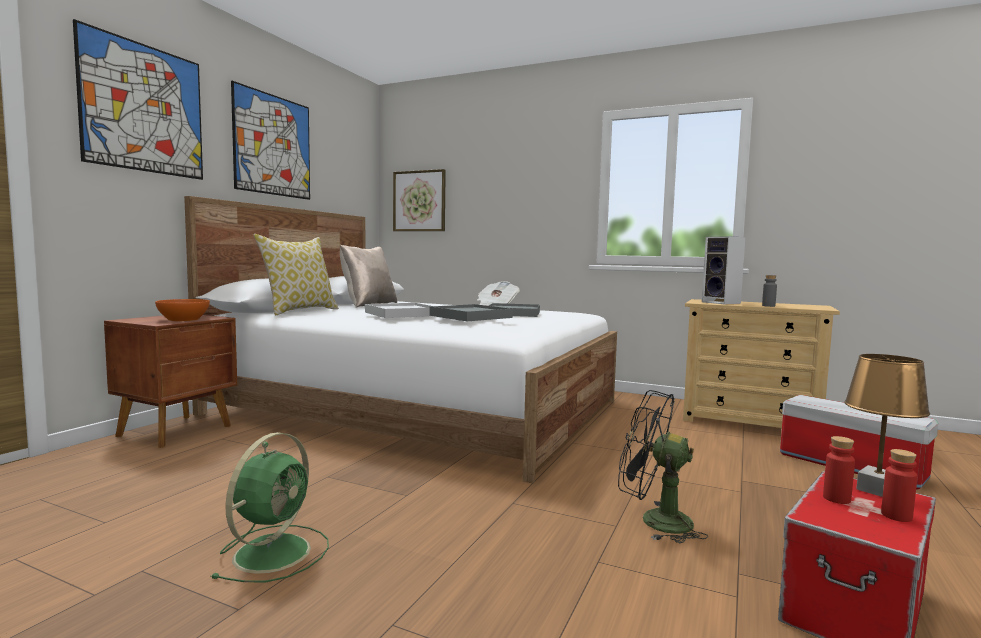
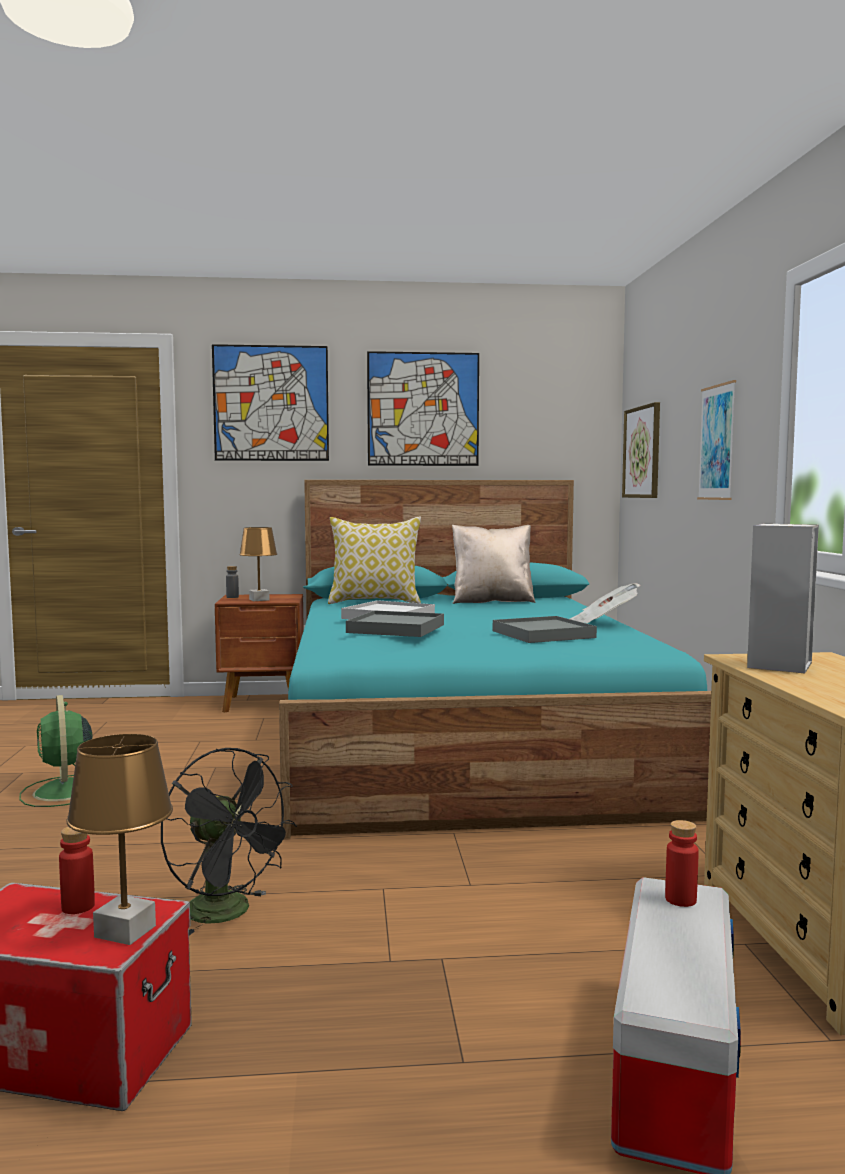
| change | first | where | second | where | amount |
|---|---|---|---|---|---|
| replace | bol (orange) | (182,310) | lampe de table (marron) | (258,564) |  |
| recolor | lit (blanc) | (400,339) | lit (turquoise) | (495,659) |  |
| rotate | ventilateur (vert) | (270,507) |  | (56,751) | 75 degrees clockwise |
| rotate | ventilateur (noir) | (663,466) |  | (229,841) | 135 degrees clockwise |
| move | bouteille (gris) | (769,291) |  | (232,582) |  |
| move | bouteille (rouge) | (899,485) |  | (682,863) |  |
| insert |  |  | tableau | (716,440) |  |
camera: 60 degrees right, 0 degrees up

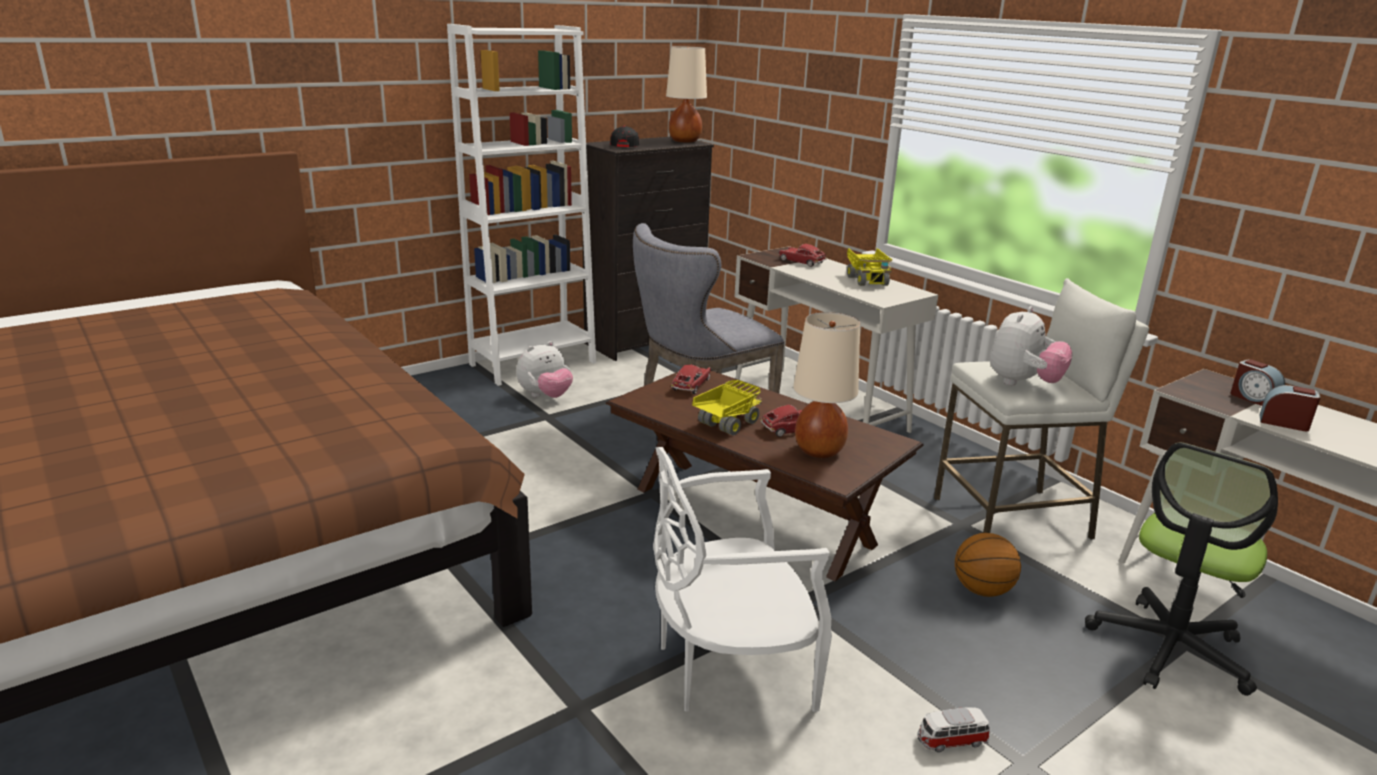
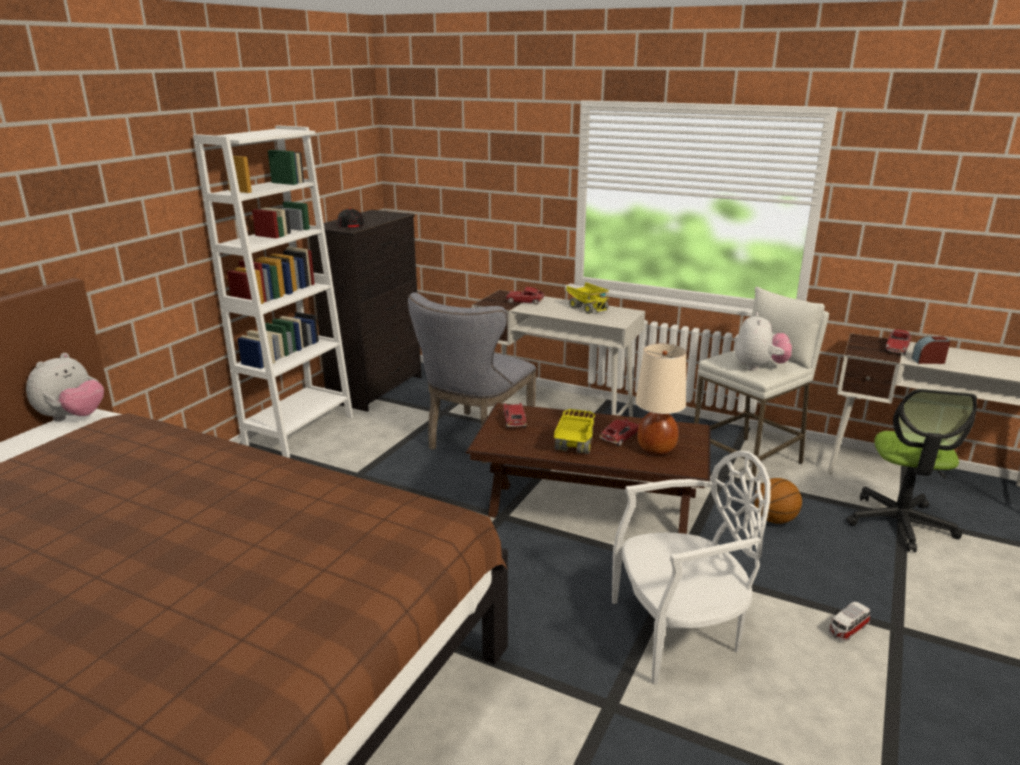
| change | first | where | second | where | amount |
|---|---|---|---|---|---|
| move | peluche | (544,369) |  | (65,387) |  |
| rotate | chaise (blanc) | (742,579) |  | (691,568) | 150 degrees counterclockwise |
| delete | lampe de table (beige) | (686,94) |  |  |  |
| replace | réveil | (1257,383) | petite voiture | (898,342) |  |
camera: 25 degrees left, 0 degrees up

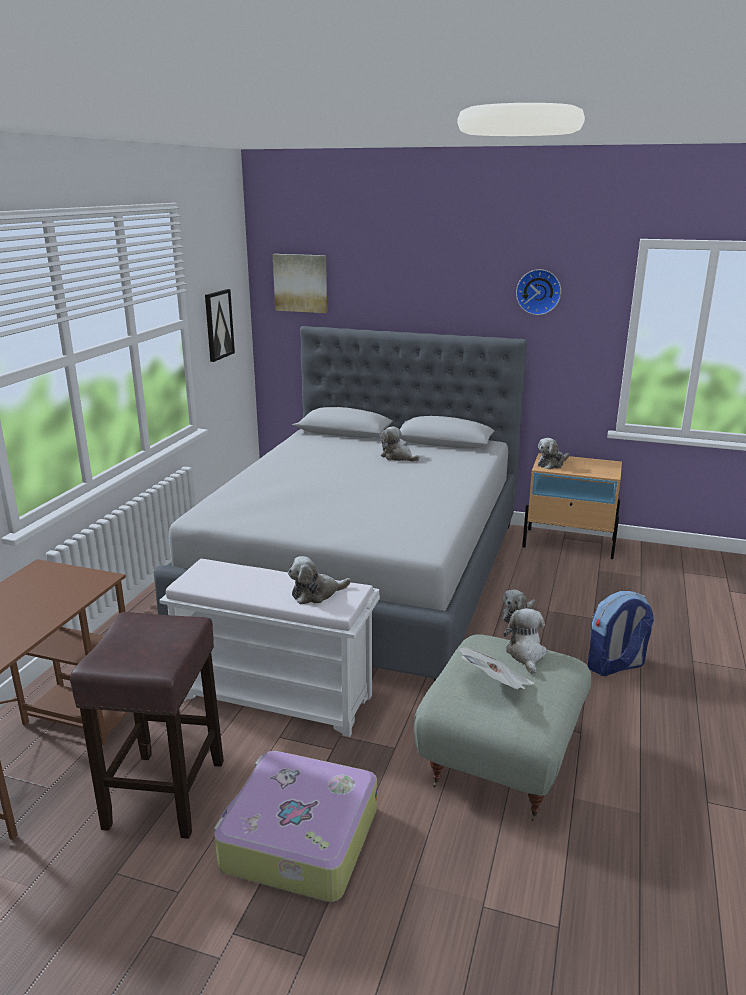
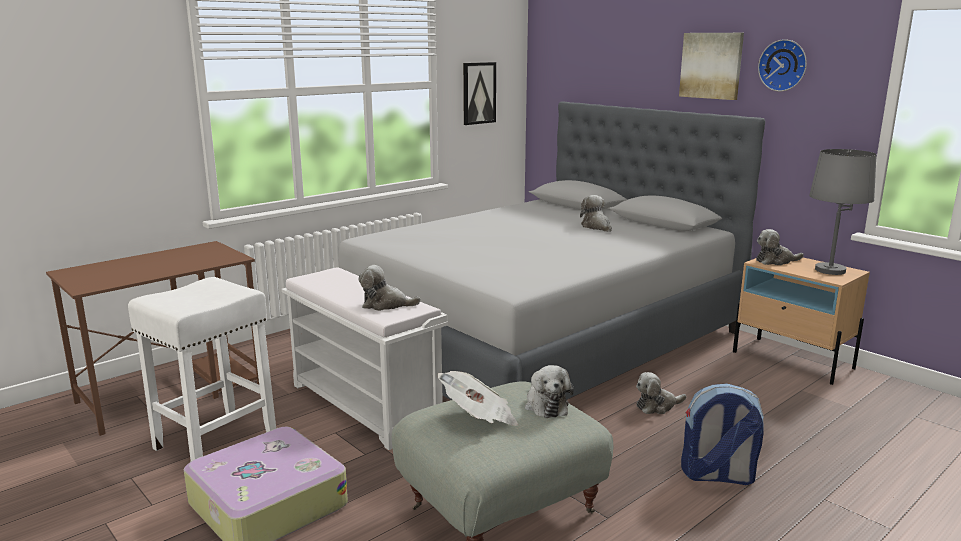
| change | first | where | second | where | amount |
|---|---|---|---|---|---|
| recolor | tabouret (marron) | (147,725) | tabouret (blanc) | (202,368) |  |
| move | tableau | (300,283) |  | (711,66) |  |
| rotate | peluche | (525,641) |  | (549,391) | 135 degrees clockwise |
| insert |  |  | lampe de table (gris) | (843,212) |  |
camera: 30 degrees right, 5 degrees down

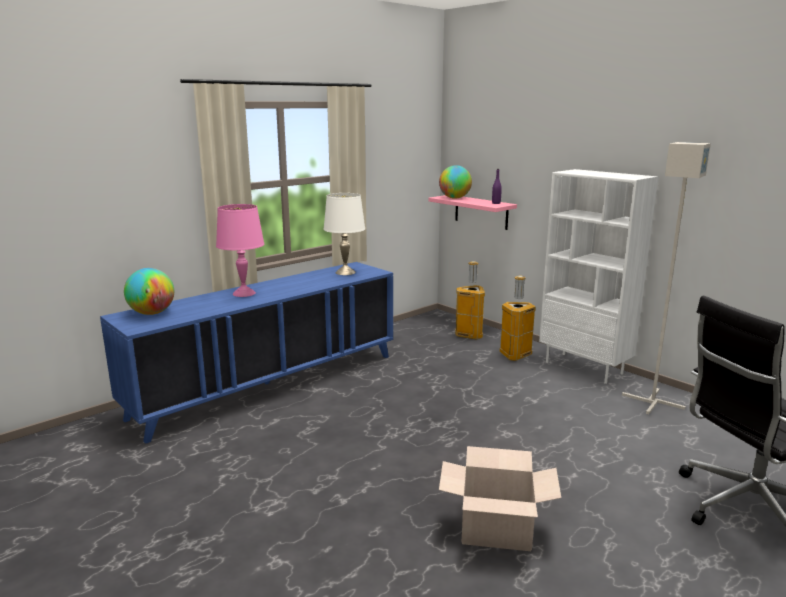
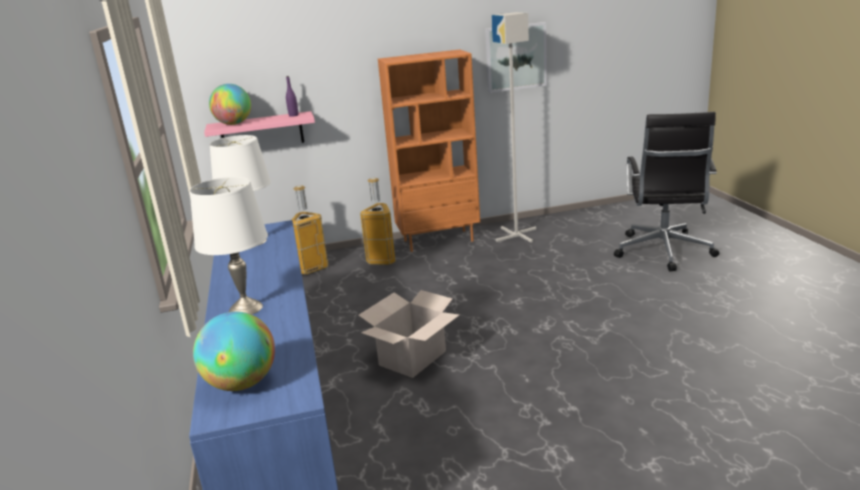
| change | first | where | second | where | amount |
|---|---|---|---|---|---|
| recolor | lampe de table (rose) | (240,250) | lampe de table (blanc) | (229,246) |  |
| move | carton | (500,498) |  | (408,334) |  |
| recolor | bibliothèque (blanc) | (599,276) | bibliothèque (orange) | (429,150) |  |
| insert |  |  | tableau | (516,57) |  |
camera: 60 degrees left, 5 degrees up

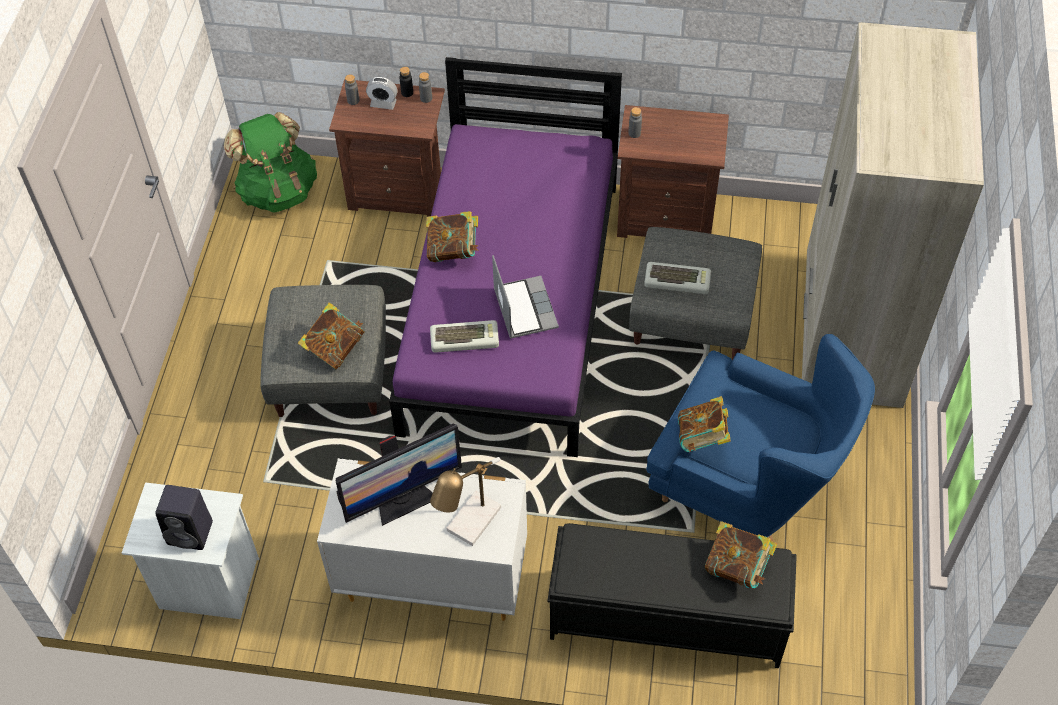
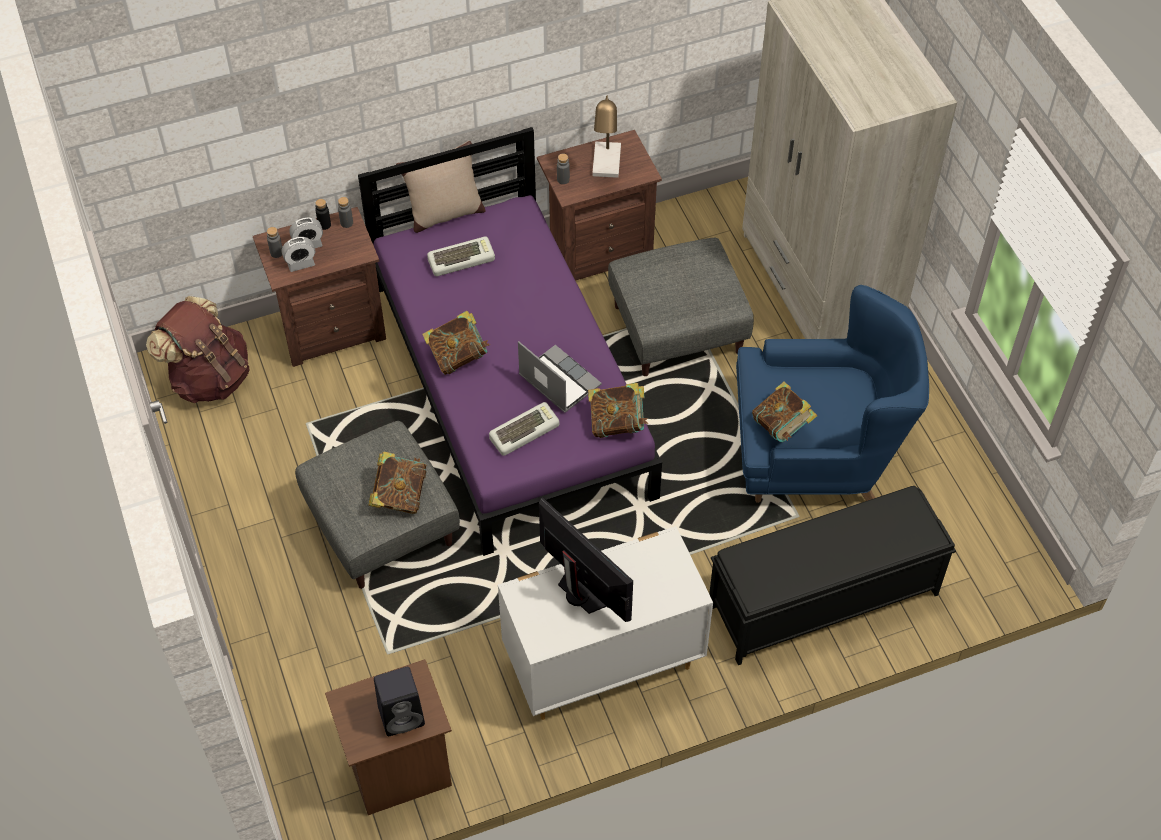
| change | first | where | second | where | amount |
|---|---|---|---|---|---|
| recolor | table de chevet (blanc) | (190,550) | table de chevet (marron) | (388,737) |  |
| recolor | sac à dos (vert) | (270,162) | sac à dos (marron) | (197,350) |  |
| rotate | écran d'ordinateur | (399,475) |  | (586,559) | 75 degrees counterclockwise |
| move | lampe de table | (465,501) |  | (606,137) |  |
| move | clavier | (677,278) |  | (461,256) |  |
| move | livre | (741,554) |  | (618,410) |  |
| insert |  |  | réveil | (298,254) |  |
| insert |  |  | coussin (beige) | (441,187) |  |
camera: 30 degrees left, 0 degrees up

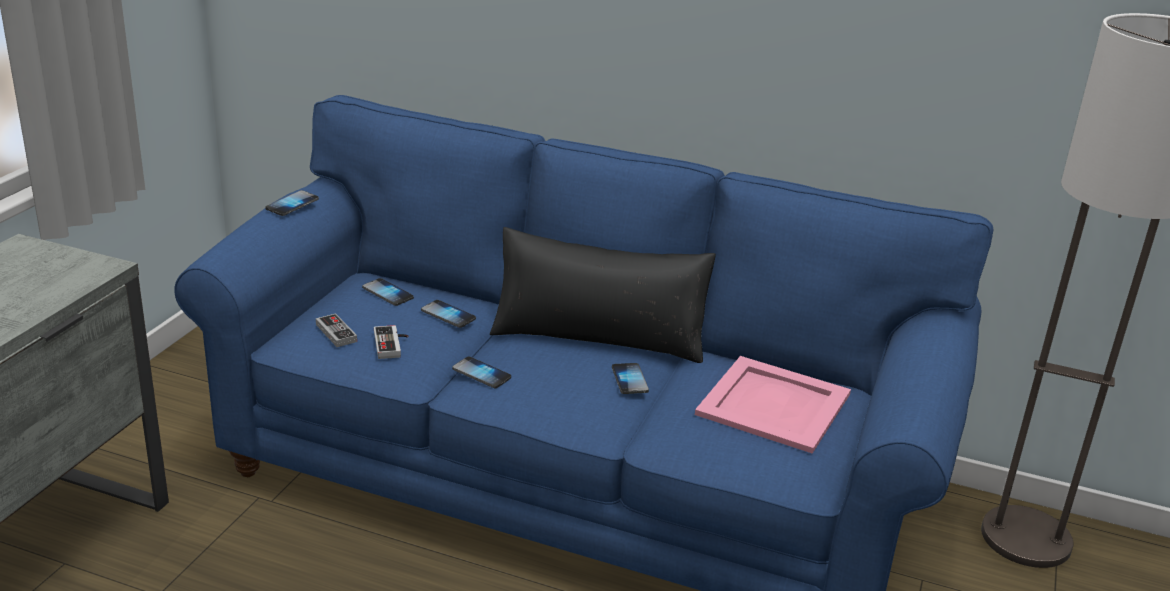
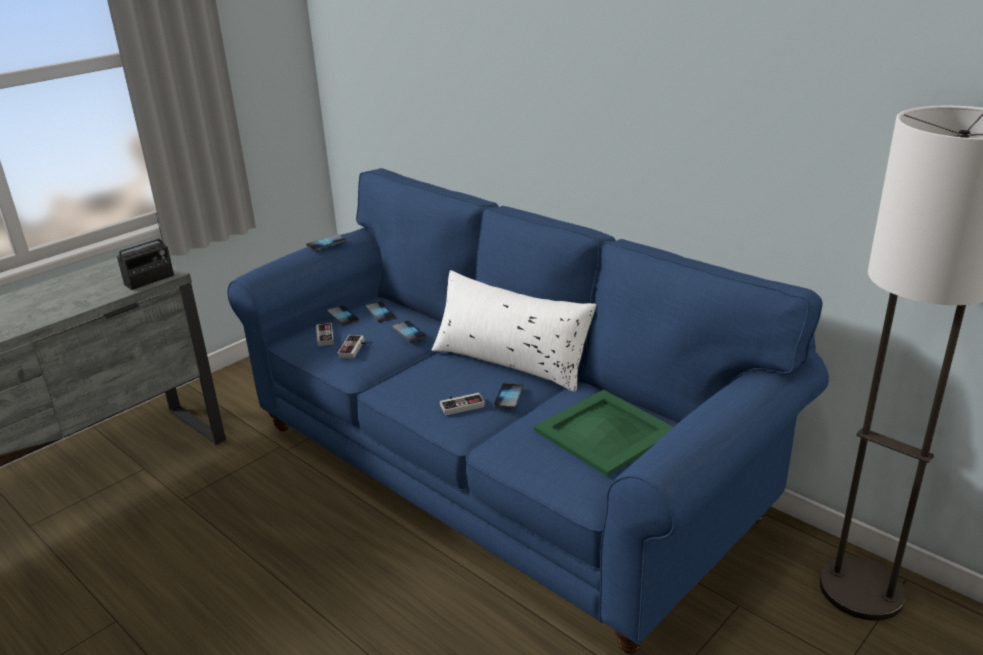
| change | first | where | second | where | amount |
|---|---|---|---|---|---|
| move | téléphone | (481,372) |  | (343,315) |  |
| recolor | coussin (noir) | (603,295) | coussin (blanc) | (514,330) |  |
| recolor | plateau (rose) | (773,405) | plateau (vert) | (603,433) |  |
| insert |  |  | radio | (145,251) |  |
| insert |  |  | manette | (462,404) |  |
camera: 25 degrees right, 0 degrees up

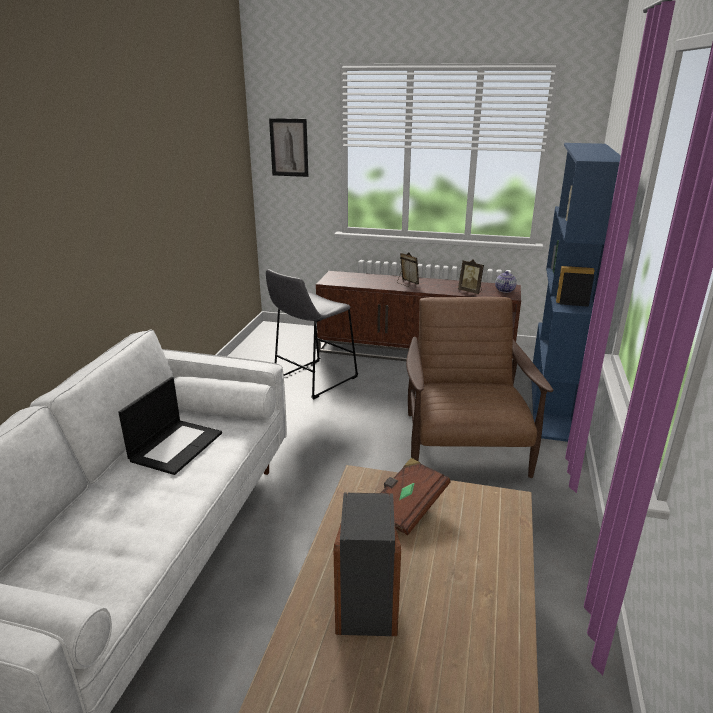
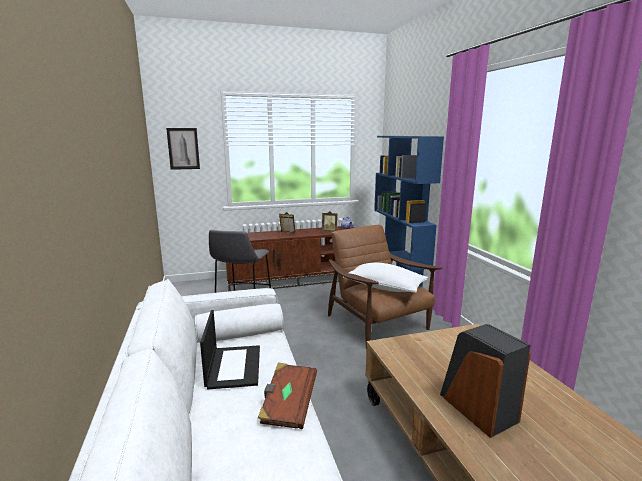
| change | first | where | second | where | amount |
|---|---|---|---|---|---|
| move | livre (marron) | (416,496) |  | (287,395) |  |
| insert |  |  | coussin (blanc) | (385,278) |  |
camera: 30 degrees left, 10 degrees down

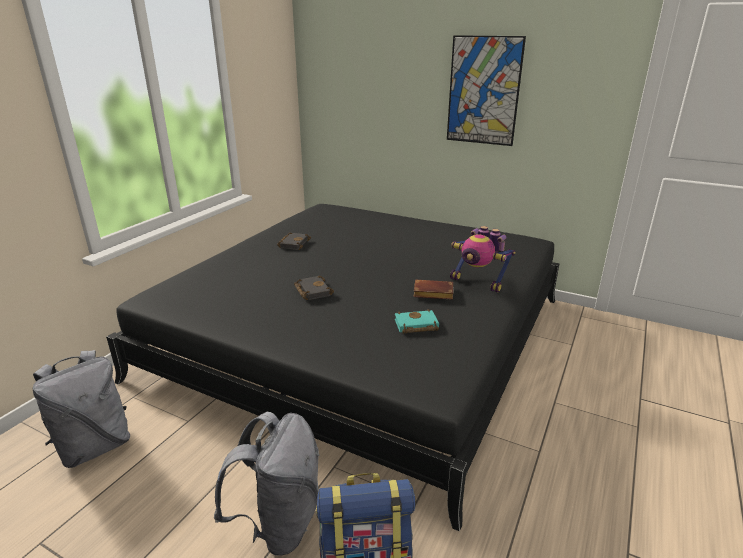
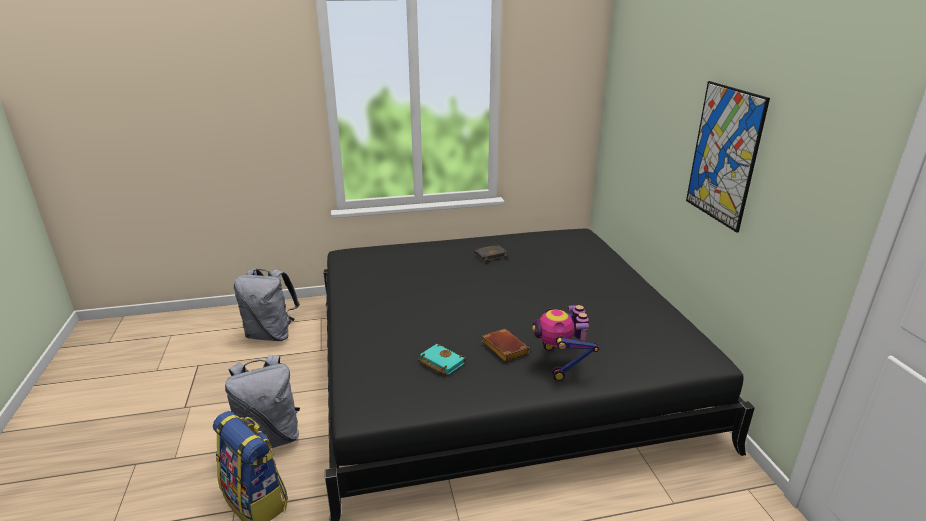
| change | first | where | second | where | amount |
|---|---|---|---|---|---|
| delete | livre (noir) | (314,288) |  |  |  |
camera: 50 degrees right, 0 degrees up

